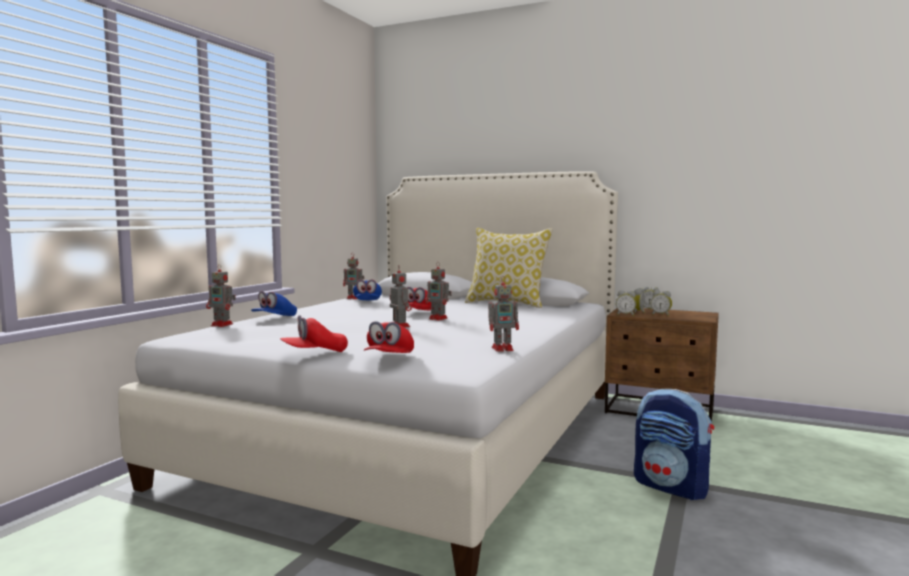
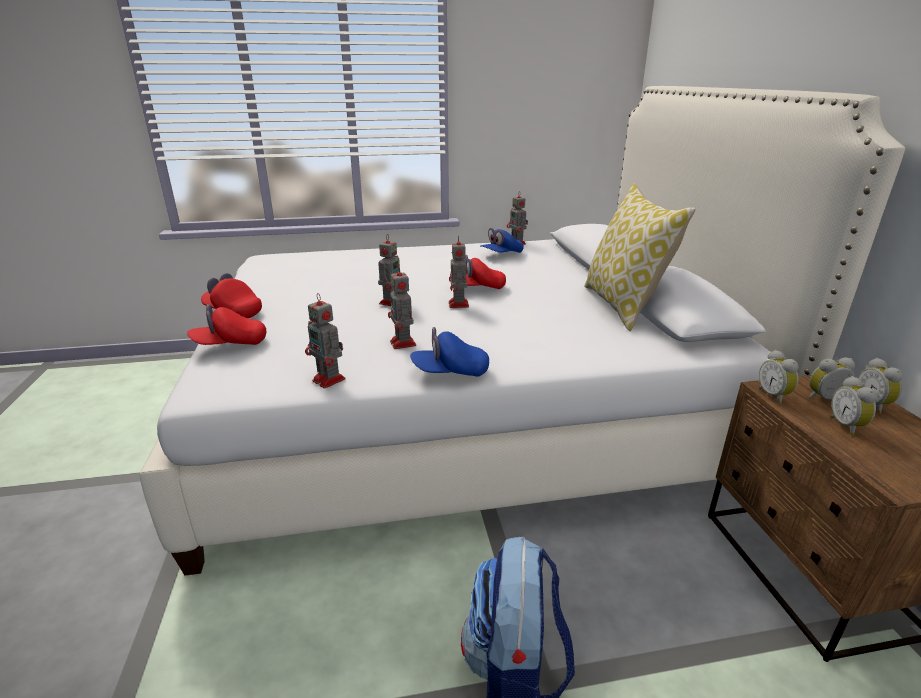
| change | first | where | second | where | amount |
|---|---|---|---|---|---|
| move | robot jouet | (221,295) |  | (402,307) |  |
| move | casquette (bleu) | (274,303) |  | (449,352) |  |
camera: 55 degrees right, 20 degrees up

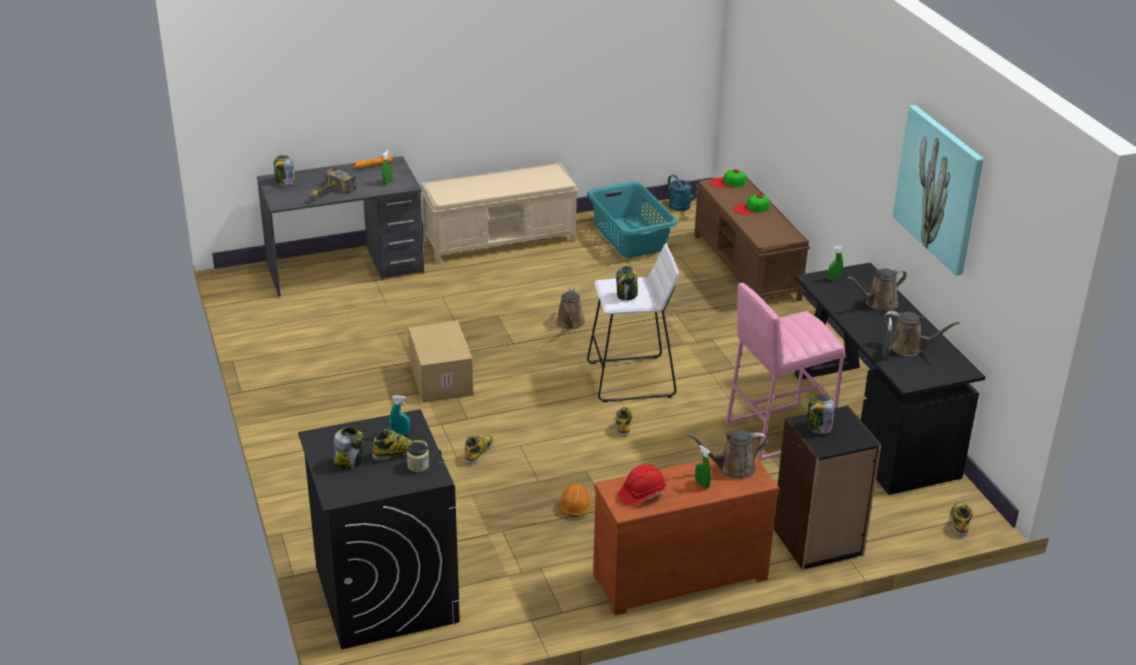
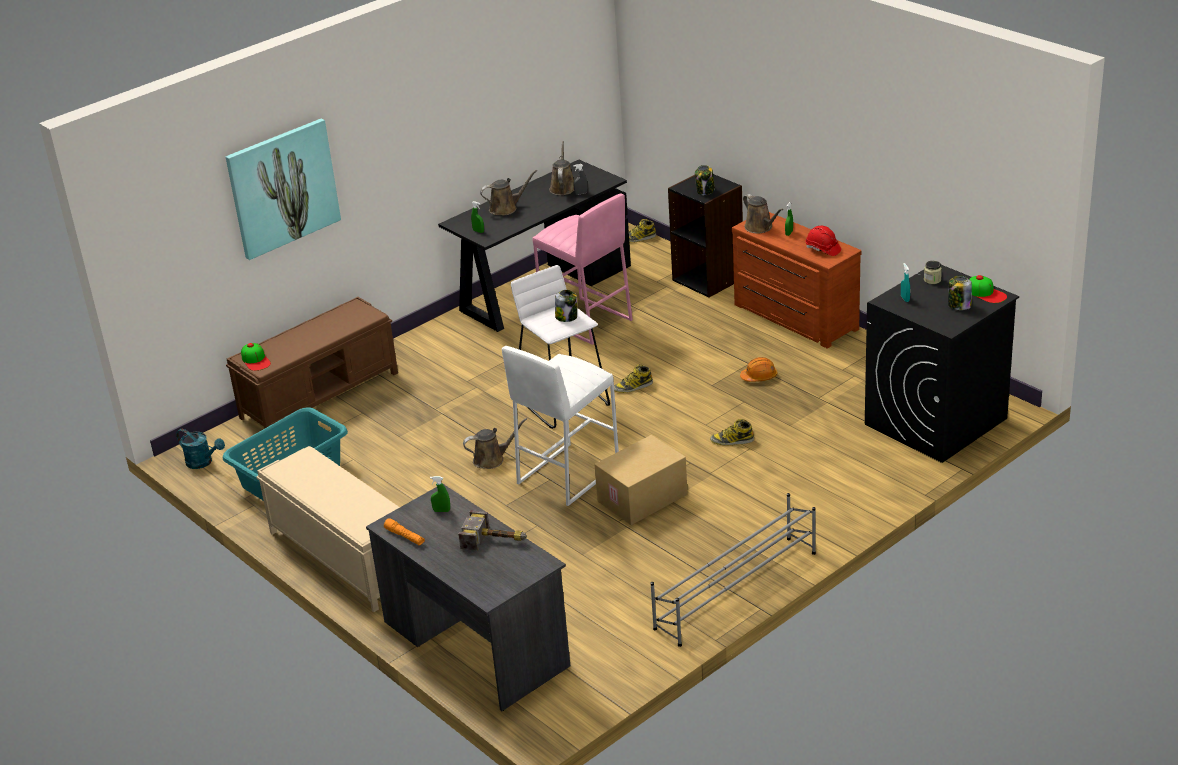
| change | first | where | second | where | amount |
|---|---|---|---|---|---|
| delete | bocal | (284,170) |  |  |  |
| delete | botte | (400,444) |  |  |  |
| rotate | arrosoir (turquoise) | (682,193) |  | (200,449) | 90 degrees clockwise |
| move | casquette | (751,204) |  | (988,289) |  |
| rotate | arrosoir (marron) | (877,289) |  | (508,192) | 60 degrees counterclockwise |
| move | tableau | (938,190) |  | (283,189) |  |
| insert |  |  | tabouret (blanc) | (560,426) |  |
| insert |  |  | étagère à chaussures (gris) | (733,570) |  |
camera: 110 degrees left, 0 degrees up

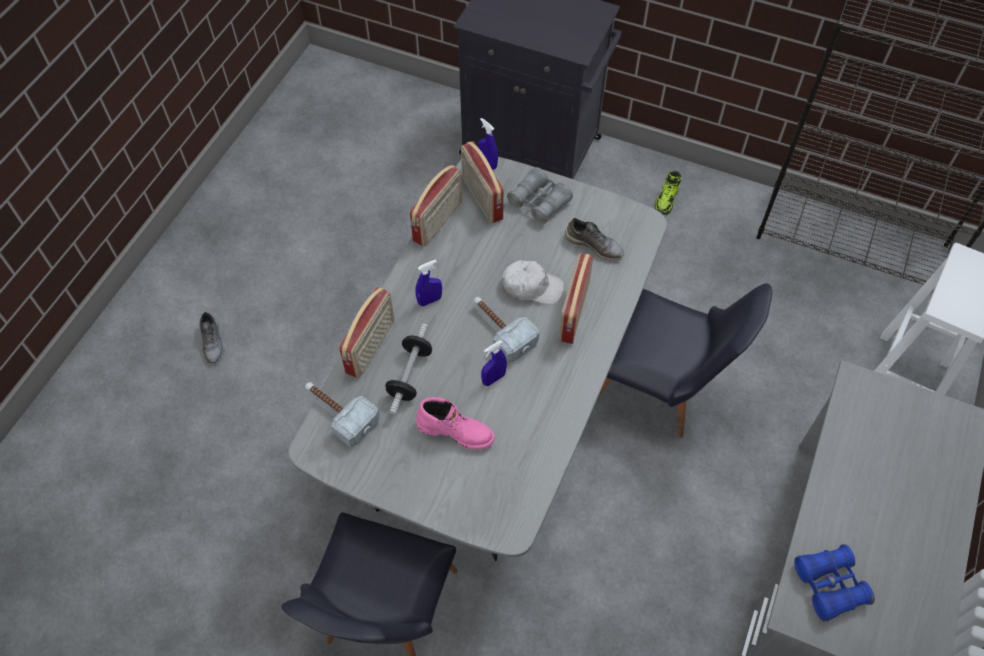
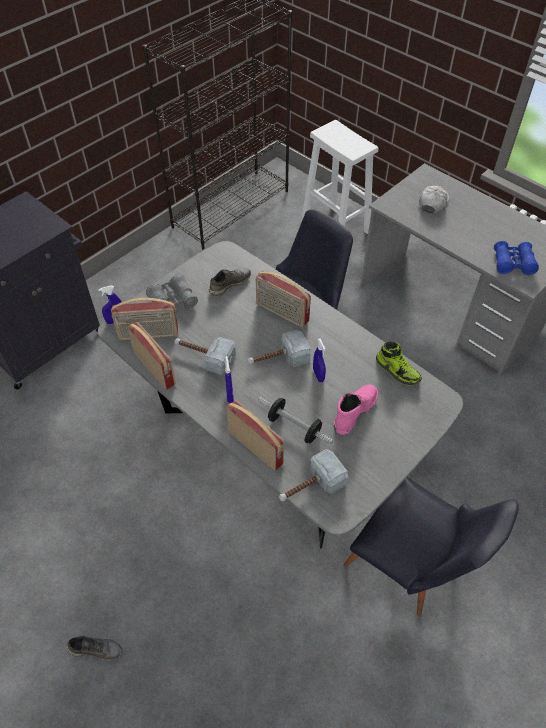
| change | first | where | second | where | amount |
|---|---|---|---|---|---|
| move | casquette (blanc) | (533,282) |  | (434,200) |  |
| move | chaussure | (668,193) |  | (399,363) |  |
| insert |  |  | marteau | (205,356) |  |
camera: 70 degrees left, 5 degrees down

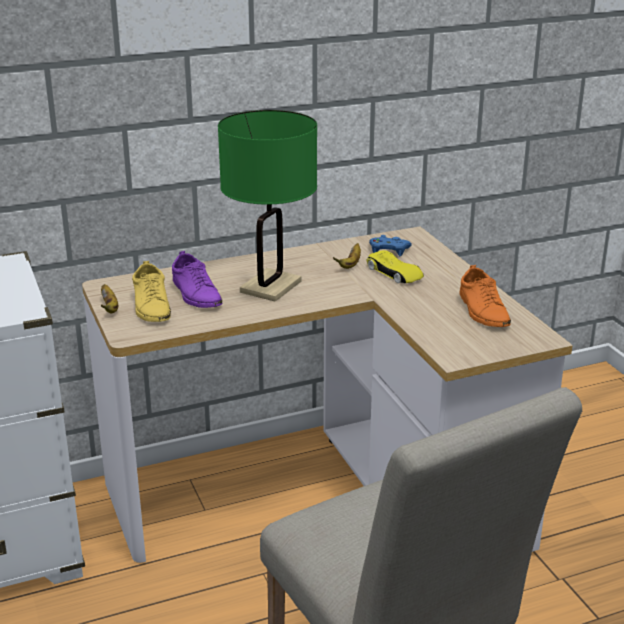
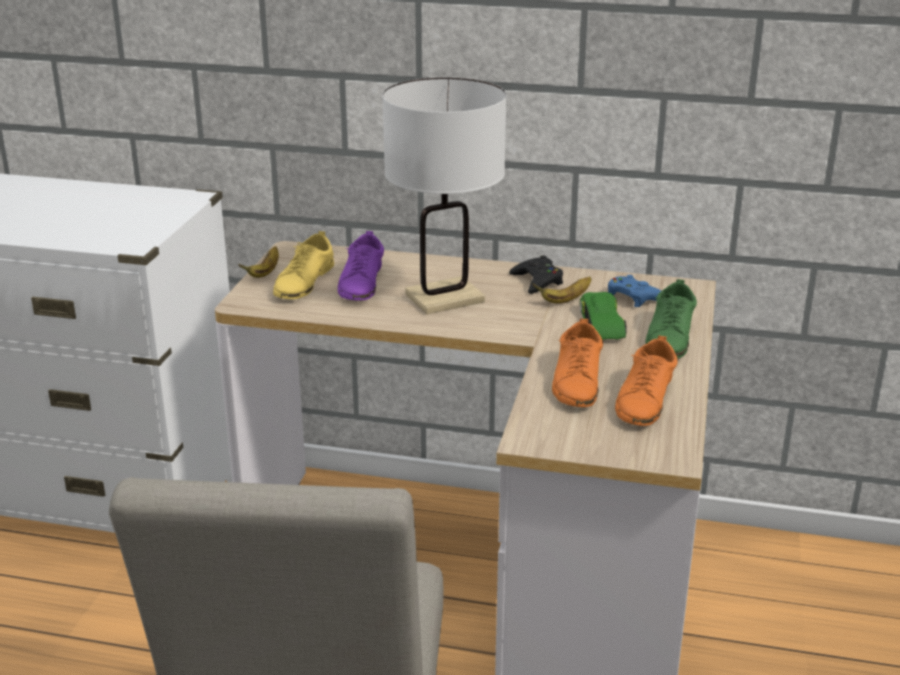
| change | first | where | second | where | amount |
|---|---|---|---|---|---|
| recolor | lampe de table (vert) | (267,206) | lampe de table (blanc) | (444,195) |  |
| recolor | petite voiture (jaune) | (395,266) | petite voiture (vert) | (603,316) |  |
| insert |  |  | manette (noir) | (536,274) |  |
| insert |  |  | chaussure (orange) | (577,362) |  |
| insert |  |  | chaussure (vert) | (671,318) |  |
camera: 35 degrees right, 0 degrees up

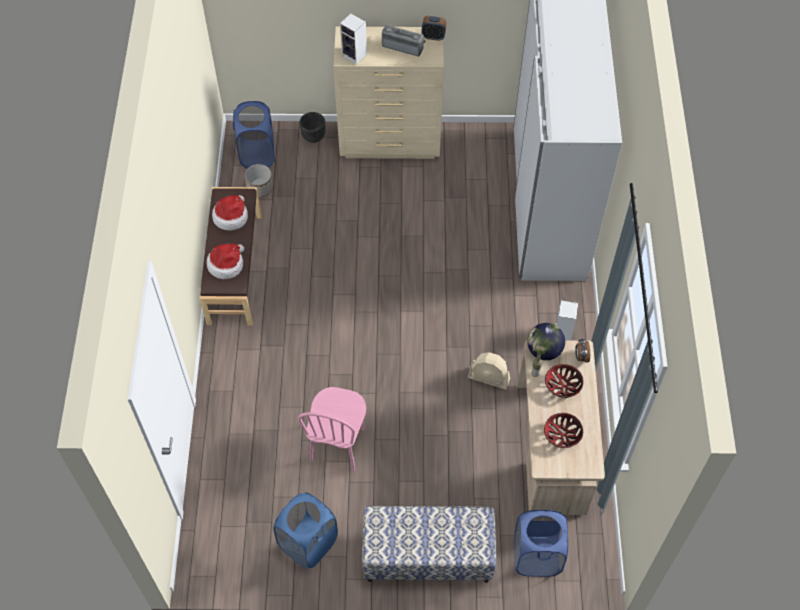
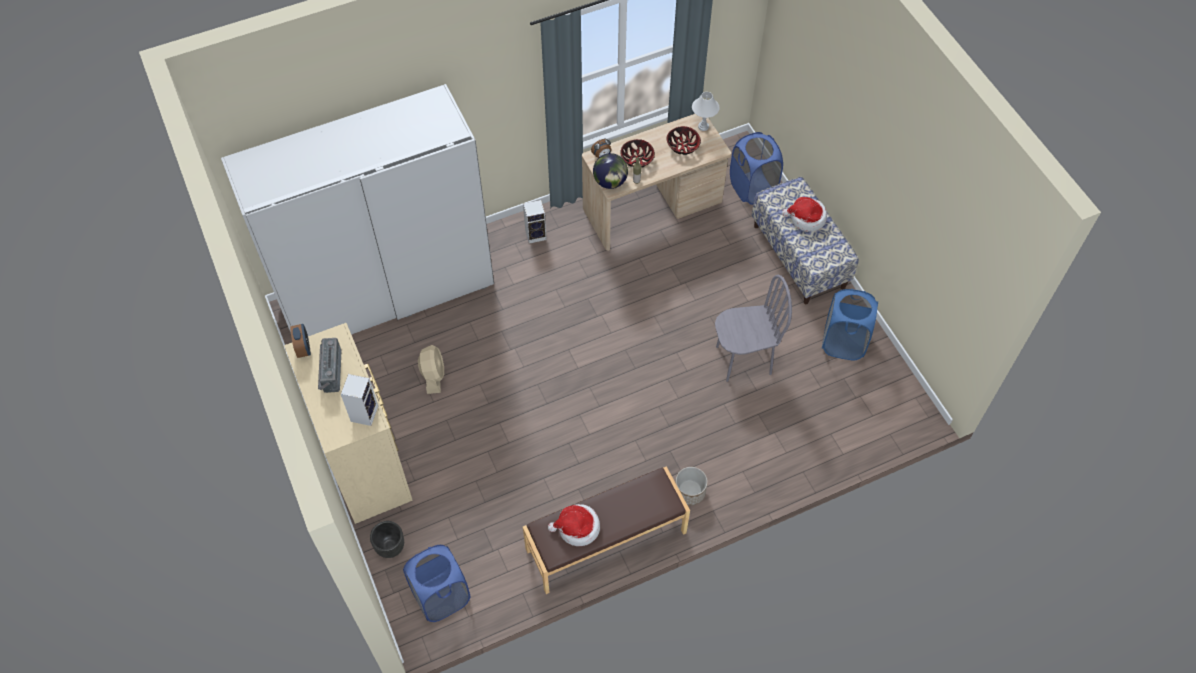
| change | first | where | second | where | amount |
|---|---|---|---|---|---|
| move | chapeau | (225,261) |  | (804,214) |  |
| move | cache-pot | (259,180) |  | (691,486) |  |
| recolor | chaise (rose) | (332,429) | chaise (gris) | (753,328) |  |
| move | ventilateur (beige) | (489,370) |  | (431,369) |  |
| insert |  |  | lampe de table (blanc) | (705,111) |  |
camera: 115 degrees left, 0 degrees up

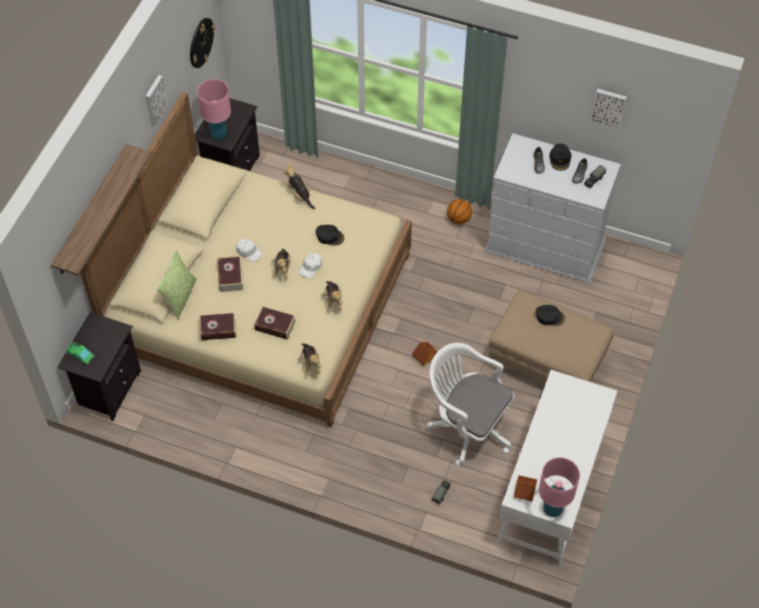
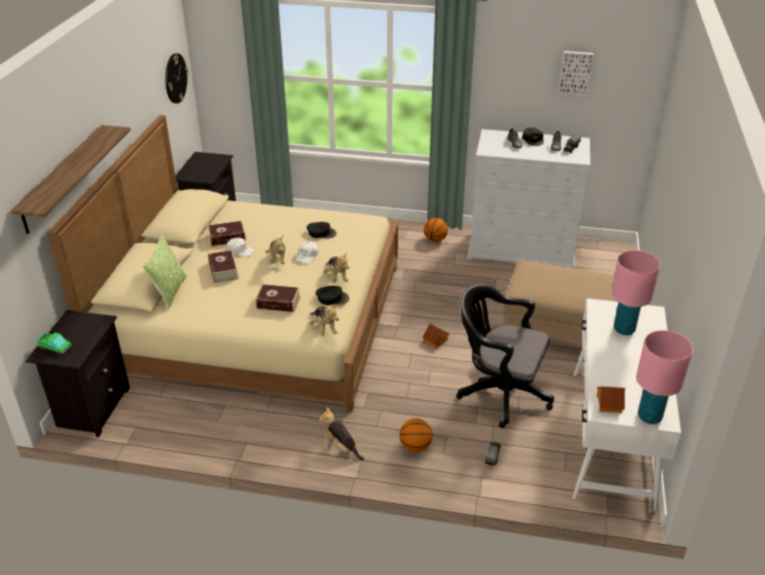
| change | first | where | second | where | amount |
|---|---|---|---|---|---|
| delete | tableau | (157,101) |  |  |  |
| move | lampe de table (rose) | (214,109) |  | (636,292) |  |
| move | livre | (218,326) |  | (226,233) |  |
| move | peluche | (299,186) |  | (341,434) |  |
| recolor | chaise de bureau (blanc) | (470,404) | chaise de bureau (noir) | (505,356) |  |
| move | casquette (noir) | (550,315) |  | (332,295) |  |
| insert |  |  | ballon de basket | (416,435) |  |
camera: 10 degrees left, 20 degrees down

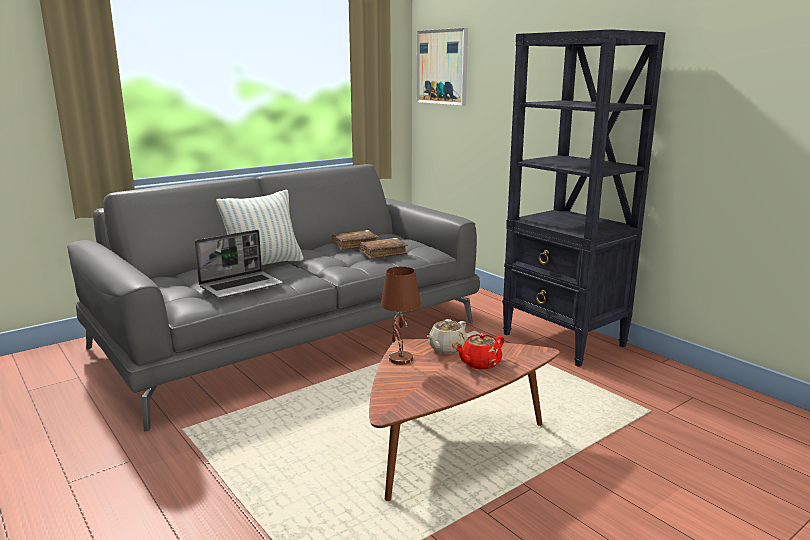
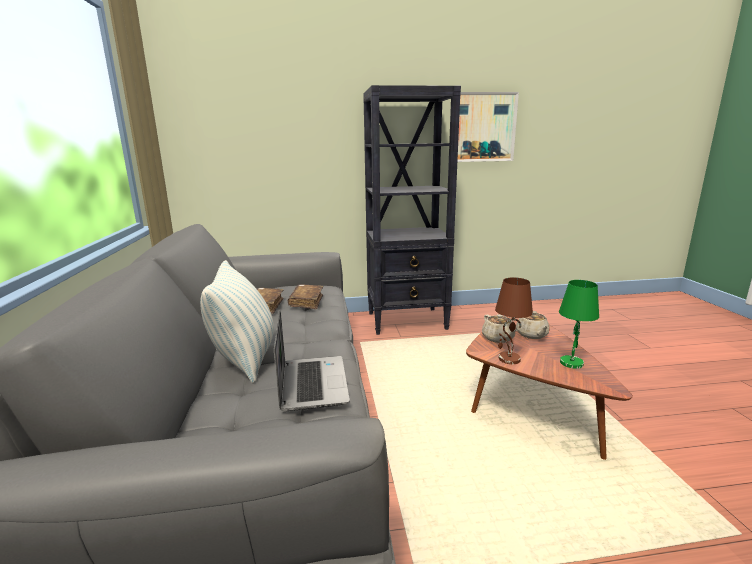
| change | first | where | second | where | amount |
|---|---|---|---|---|---|
| move | tableau | (442,67) |  | (488,127) |  |
| recolor | théière (rouge) | (479,351) | théière (beige) | (533,325) |  |
| insert |  |  | lampe de table (vert) | (579,324) |  |
camera: 60 degrees left, 0 degrees up

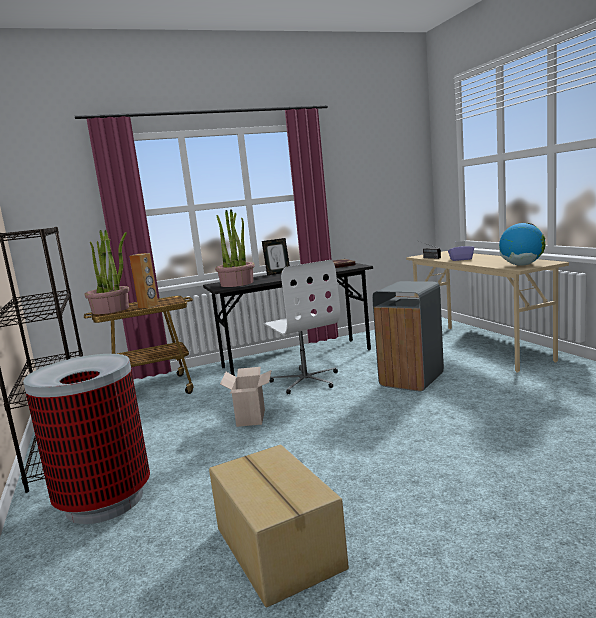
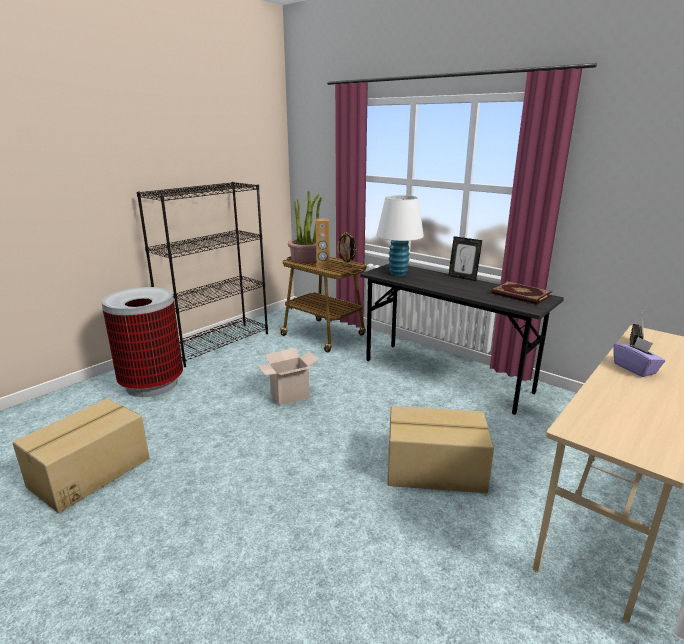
| change | first | where | second | where | amount |
|---|---|---|---|---|---|
| replace | plante en pot | (235,248) | lampe de table (blanc) | (400,235) |  |
| delete | chaise de bureau (blanc) | (301,327) |  |  |  |
| replace | poubelle (gris) | (408,336) | carton | (440,449) |  |
| delete | globe | (522,244) |  |  |  |
| insert |  |  | cadre photo | (347,250) |  |
camera: 60 degrees right, 10 degrees up

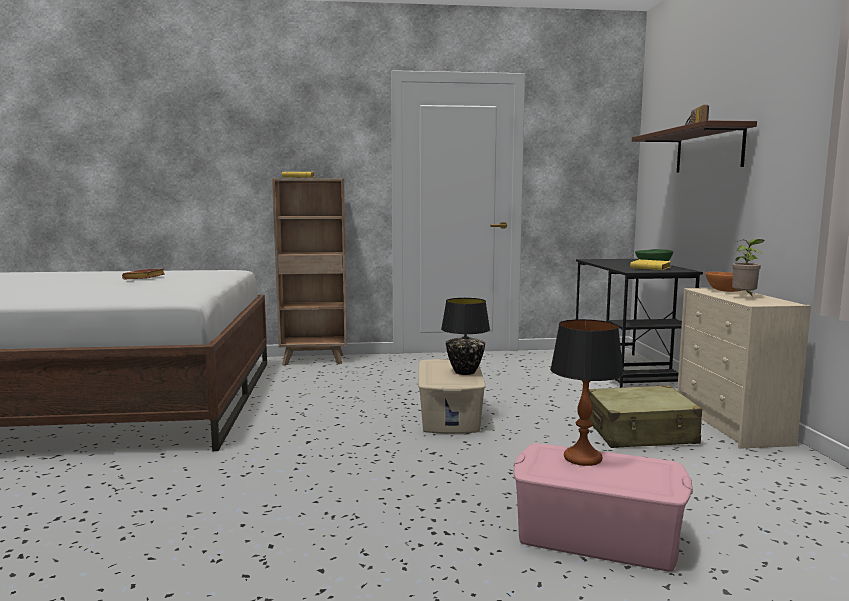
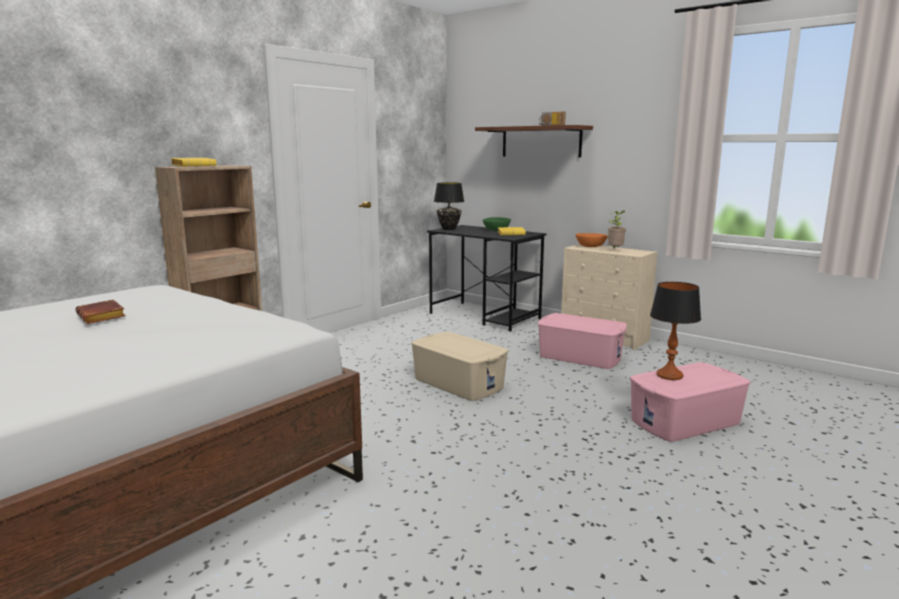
| change | first | where | second | where | amount |
|---|---|---|---|---|---|
| move | lampe de table (noir) | (465,336) |  | (449,206) |  |
| replace | valise (beige) | (645,416) | boîte de rangement (rose) | (582,341) |  |
camera: 45 degrees left, 5 degrees up

